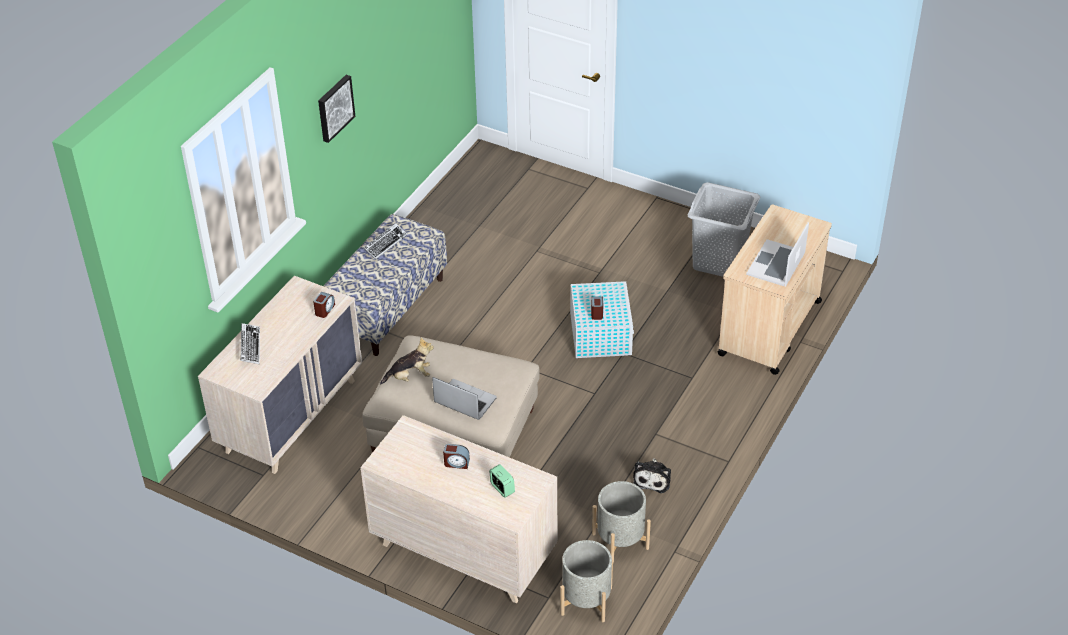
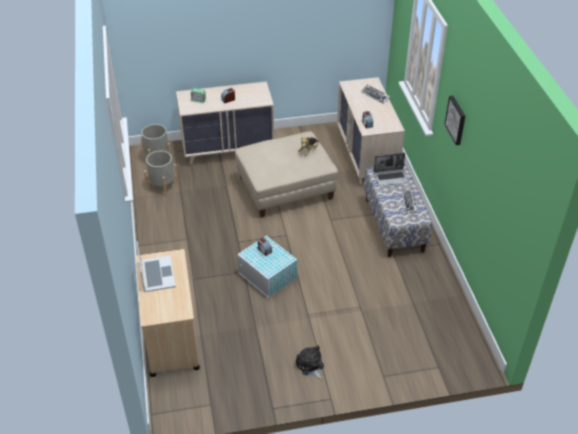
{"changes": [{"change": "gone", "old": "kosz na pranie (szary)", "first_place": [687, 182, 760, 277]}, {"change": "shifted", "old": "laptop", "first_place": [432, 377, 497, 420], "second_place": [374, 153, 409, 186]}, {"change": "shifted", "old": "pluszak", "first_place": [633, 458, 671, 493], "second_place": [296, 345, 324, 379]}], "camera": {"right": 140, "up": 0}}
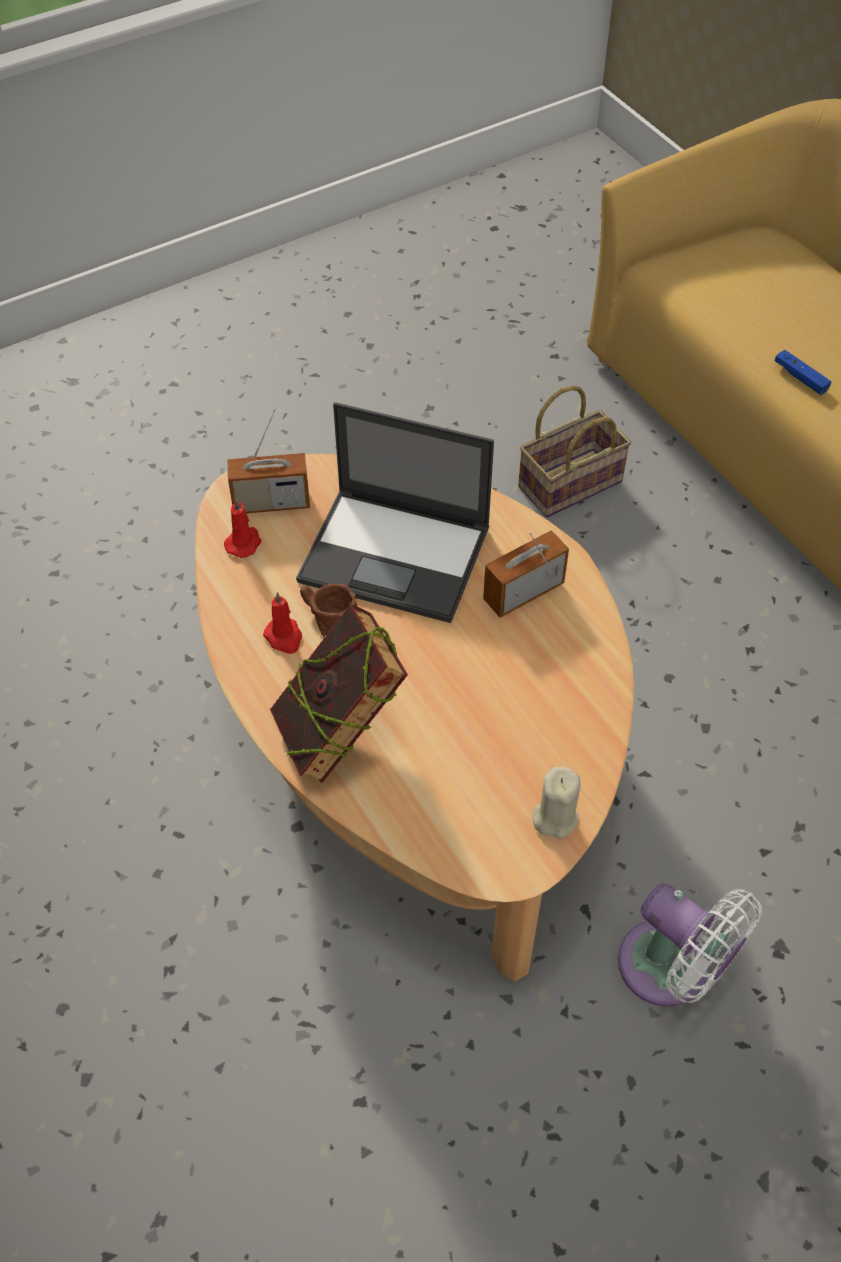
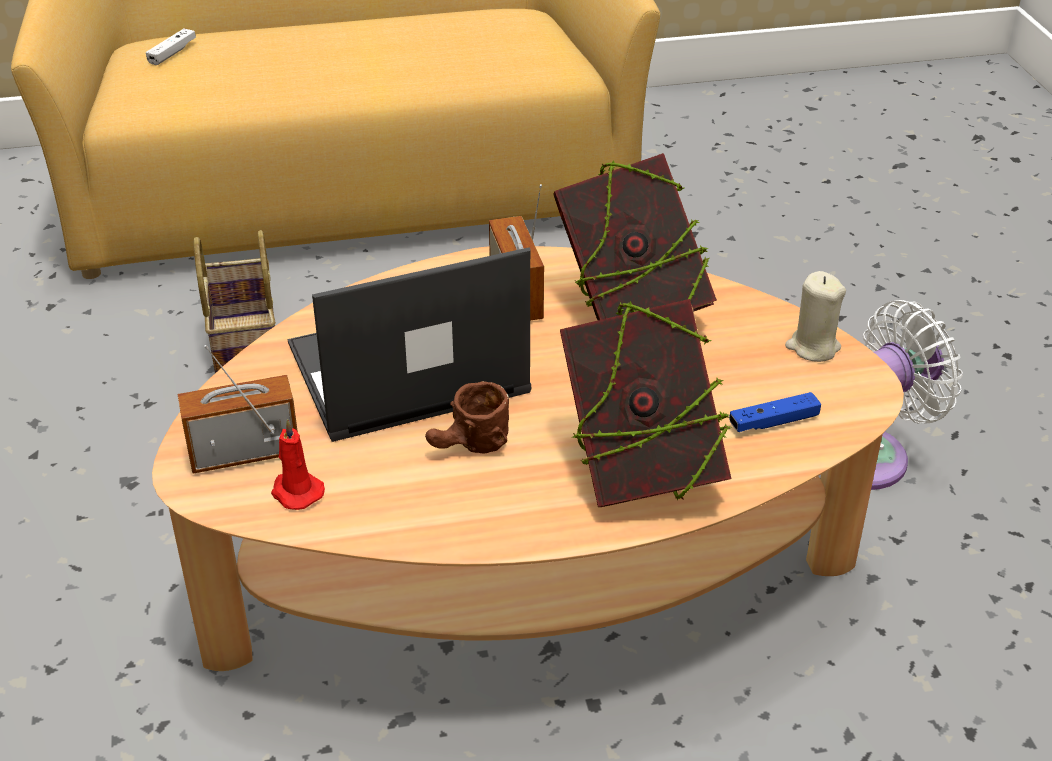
{"changes": [{"change": "gone", "old": "świeca (czerwony)", "first_place": [263, 592, 302, 654]}, {"change": "new", "new": "pad do gier (biały)", "second_place": [146, 29, 196, 65]}, {"change": "new", "new": "książka", "second_place": [554, 153, 717, 320]}, {"change": "shifted", "old": "pad do gier (niebieski)", "first_place": [775, 350, 832, 395], "second_place": [729, 392, 821, 432]}, {"change": "rotated", "old": "radio", "first_place": [227, 409, 310, 513], "second_place": [178, 345, 298, 474], "degrees": -120}, {"change": "rotated", "old": "laptop", "first_place": [296, 402, 494, 623], "second_place": [288, 247, 532, 442], "degrees": -150}], "camera": {"right": -70, "up": -15}}
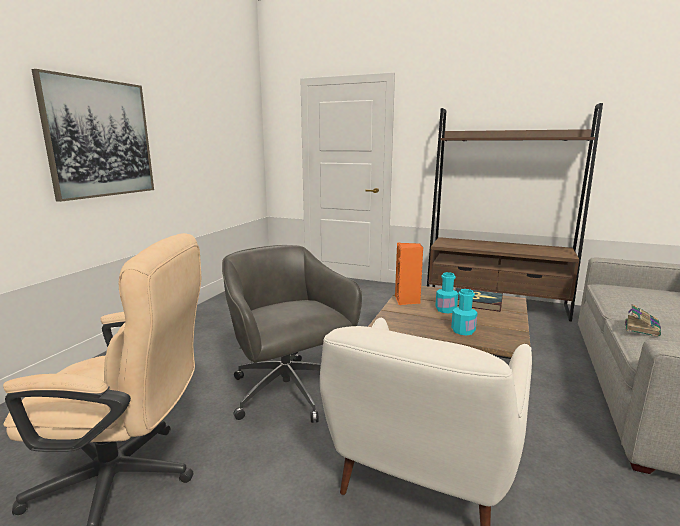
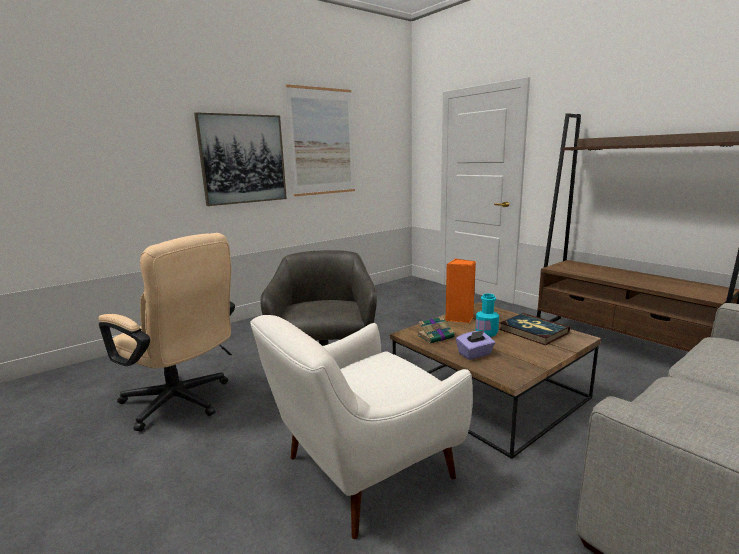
{"changes": [{"change": "new", "new": "obraz", "second_place": [286, 84, 355, 196]}, {"change": "shifted", "old": "książka", "first_place": [625, 304, 661, 337], "second_place": [417, 316, 455, 344]}, {"change": "swapped", "old": "butelka (turkusowy)", "new": "pudełko chusteczek (fioletowy)", "first_place": [451, 289, 477, 336], "second_place": [456, 330, 495, 360]}], "camera": {"right": 30, "up": 0}}
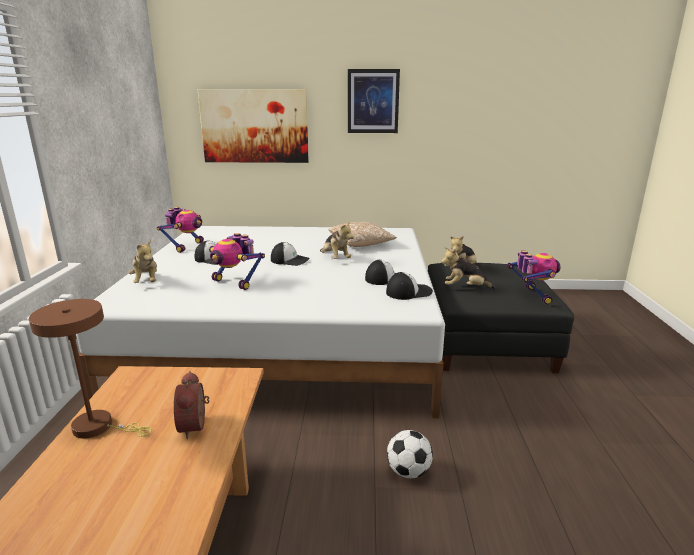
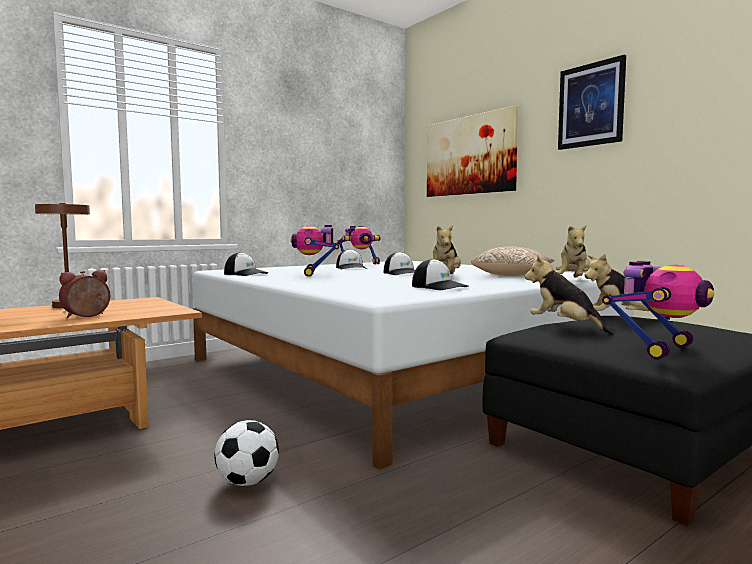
{"changes": [{"change": "shifted", "old": "pluszak", "first_place": [128, 240, 157, 283], "second_place": [556, 224, 590, 278]}, {"change": "shifted", "old": "czapka z daszkiem", "first_place": [386, 272, 433, 300], "second_place": [224, 252, 269, 276]}], "camera": {"right": 50, "up": -15}}
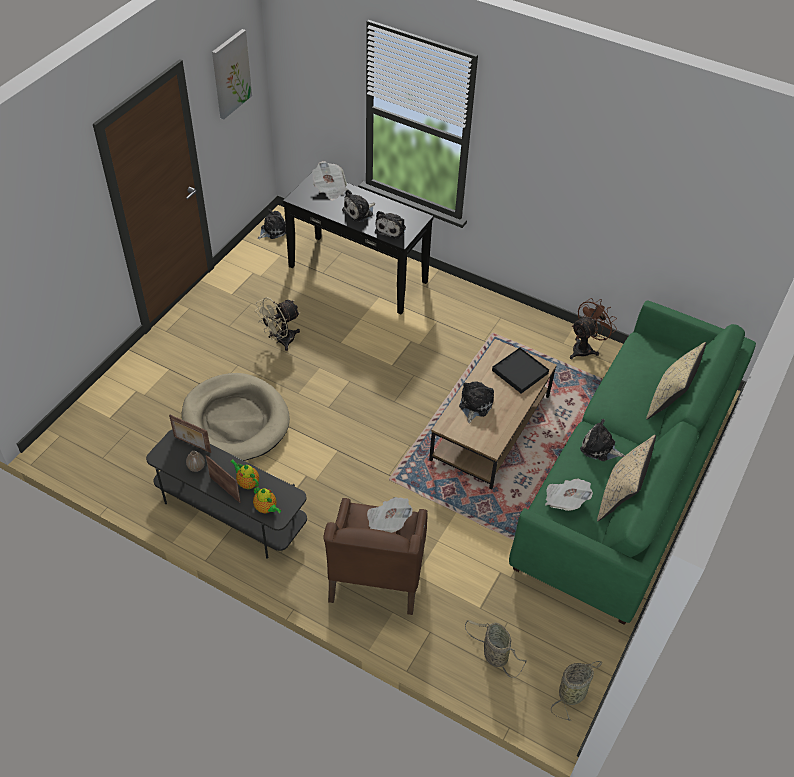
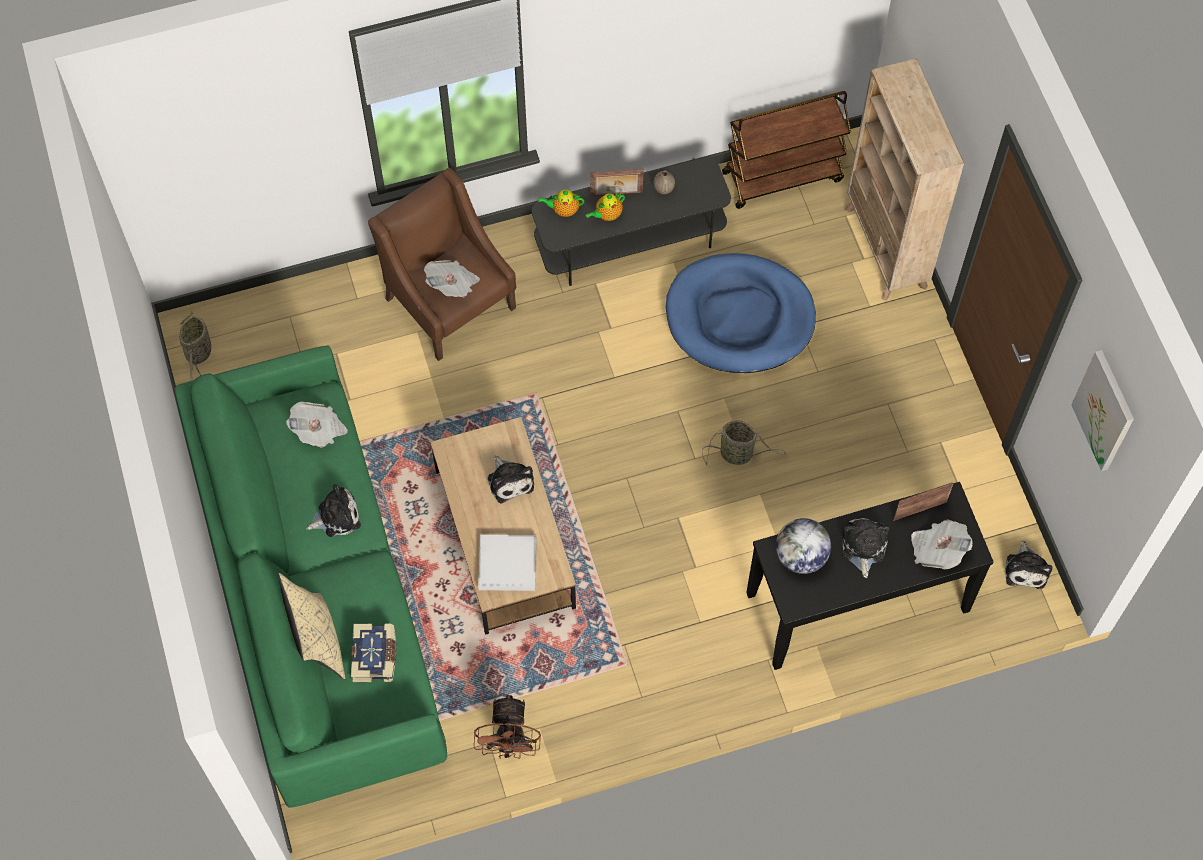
{"changes": [{"change": "gone", "old": "wentylator (beżowy)", "first_place": [255, 297, 300, 351]}, {"change": "gone", "old": "poduszka (beżowy)", "first_place": [597, 435, 656, 521]}, {"change": "new", "new": "książka", "second_place": [351, 624, 396, 682]}, {"change": "new", "new": "wózek (brązowy)", "second_place": [722, 91, 851, 209]}, {"change": "new", "new": "regał (beżowy)", "second_place": [844, 58, 964, 301]}, {"change": "shifted", "old": "ramka na zdjęcie", "first_place": [169, 414, 211, 453], "second_place": [893, 483, 953, 521]}, {"change": "shifted", "old": "koszyk", "first_place": [465, 620, 527, 678], "second_place": [702, 420, 786, 467]}, {"change": "swapped", "old": "pluszak", "new": "globus", "first_place": [375, 211, 406, 239], "second_place": [776, 518, 831, 574]}, {"change": "repainted", "old": "legowisko (beżowy)", "new": "legowisko (niebieski)", "first_place": [182, 373, 290, 461], "second_place": [666, 253, 816, 373]}, {"change": "repainted", "old": "taca (czarny)", "new": "taca (biały)", "first_place": [492, 348, 549, 394], "second_place": [478, 535, 537, 591]}, {"change": "rotated", "old": "imbryk", "first_place": [230, 459, 259, 489], "second_place": [586, 193, 625, 221], "degrees": 150}], "camera": {"right": 135, "up": 15}}
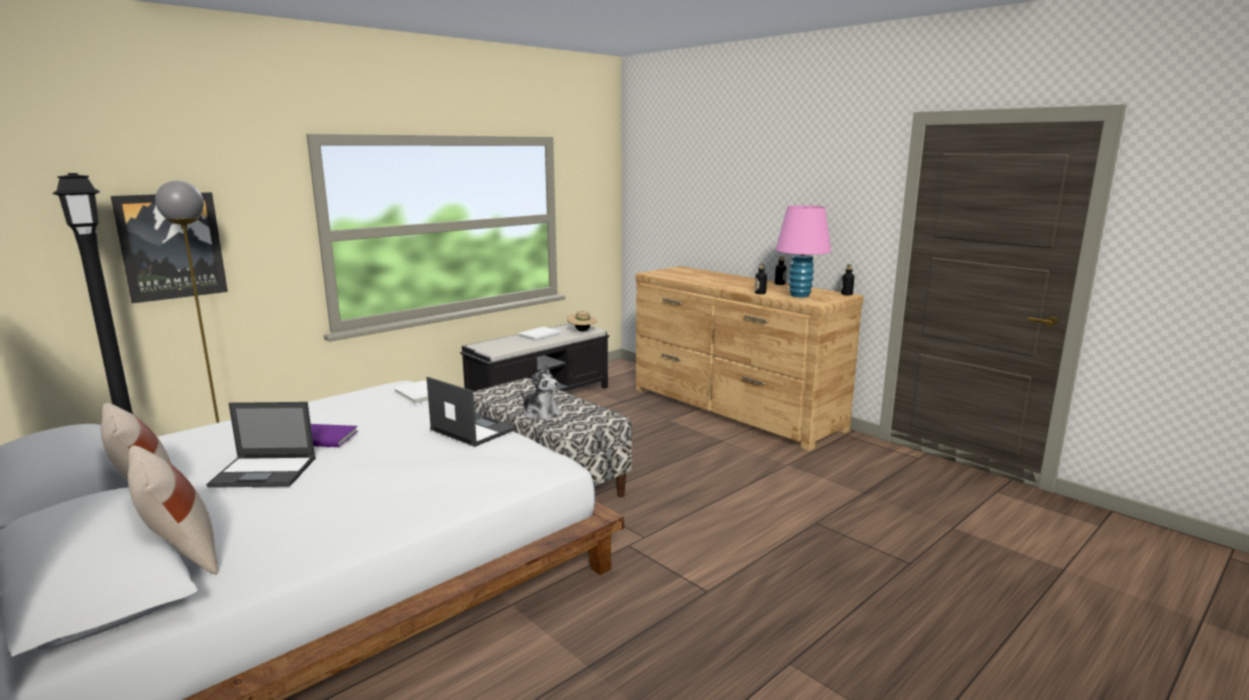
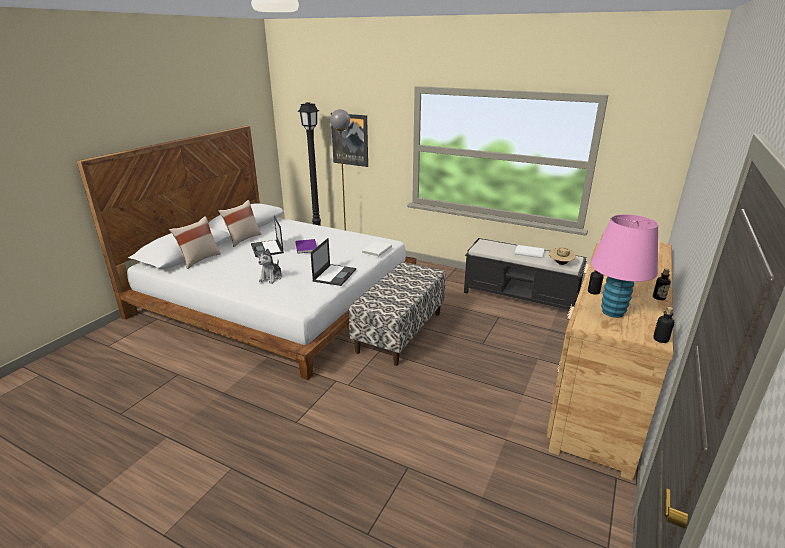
{"changes": [{"change": "shifted", "old": "pluszak", "first_place": [520, 364, 563, 421], "second_place": [257, 249, 282, 284]}], "camera": {"right": 70, "up": 10}}
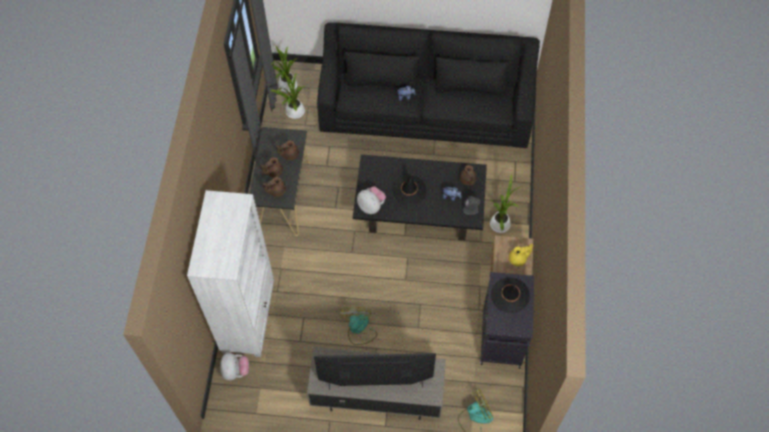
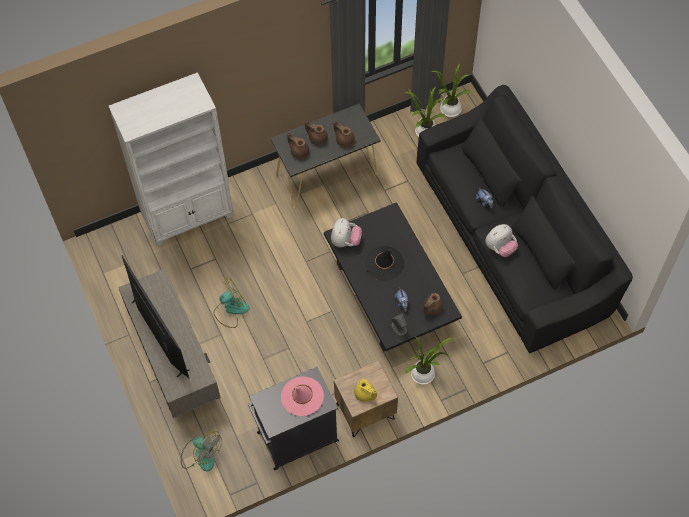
{"changes": [{"change": "shifted", "old": "pluszak", "first_place": [220, 352, 249, 380], "second_place": [485, 224, 518, 257]}, {"change": "repainted", "old": "kapelusz (czarny)", "new": "kapelusz (różowy)", "first_place": [491, 277, 530, 313], "second_place": [281, 376, 324, 416]}], "camera": {"right": 60, "up": 0}}
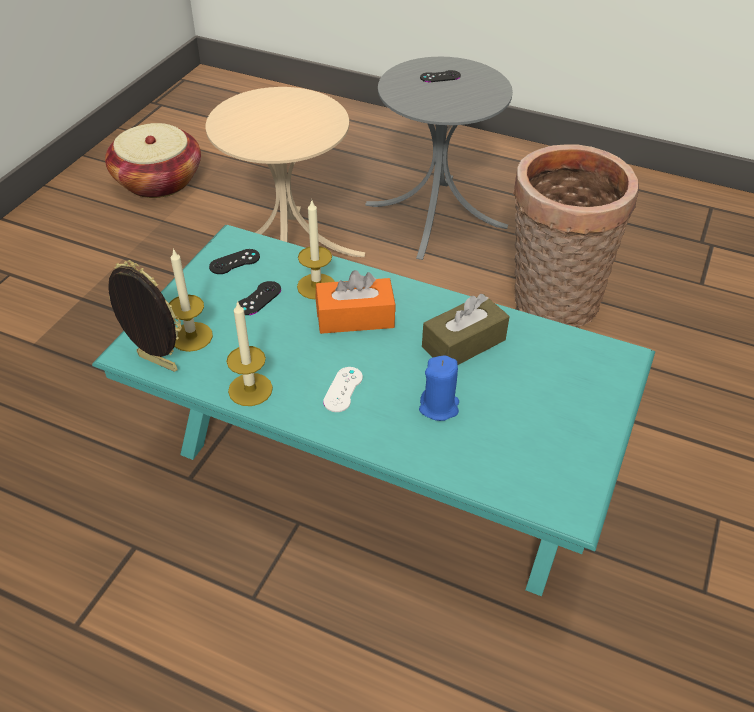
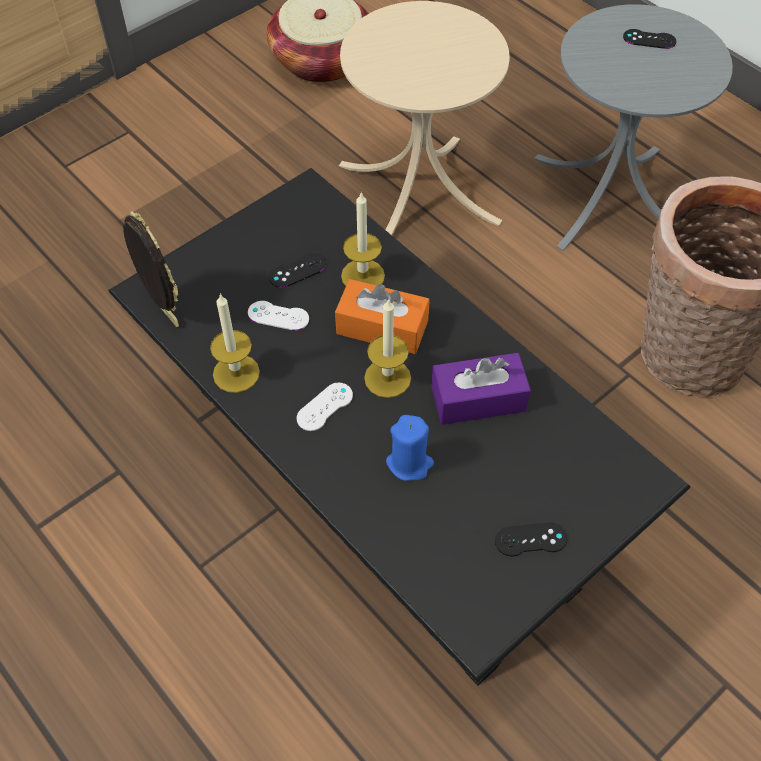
{"changes": [{"change": "new", "new": "pad do gier (biały)", "second_place": [248, 301, 309, 331]}, {"change": "shifted", "old": "świeca", "first_place": [169, 248, 213, 352], "second_place": [364, 298, 411, 398]}, {"change": "shifted", "old": "pad do gier (czarny)", "first_place": [209, 249, 260, 274], "second_place": [495, 523, 567, 556]}, {"change": "repainted", "old": "ława (turkusowy)", "new": "ława (czarny)", "first_place": [92, 225, 655, 597], "second_place": [108, 168, 690, 686]}, {"change": "repainted", "old": "pudełko chusteczek (brązowy)", "new": "pudełko chusteczek (fioletowy)", "first_place": [422, 294, 510, 365], "second_place": [431, 353, 531, 425]}], "camera": {"right": 25, "up": 10}}
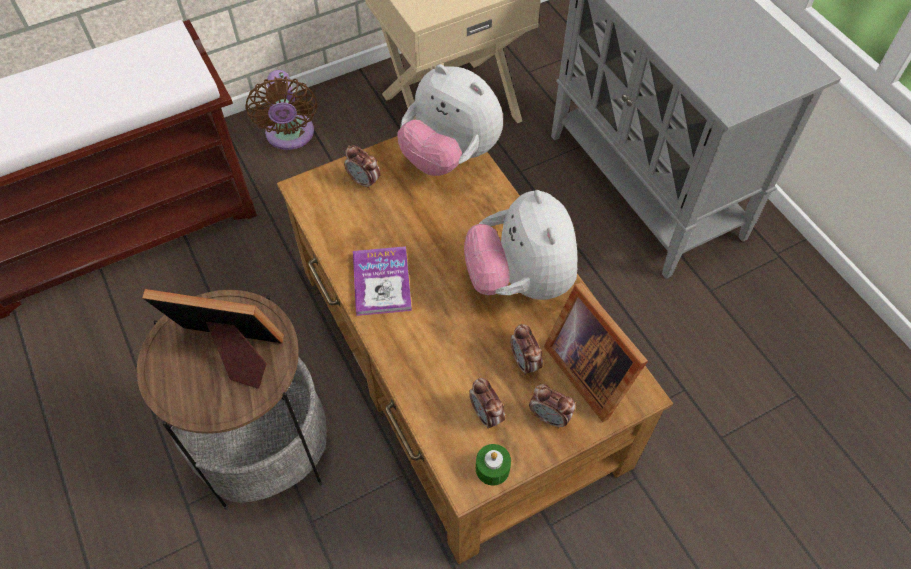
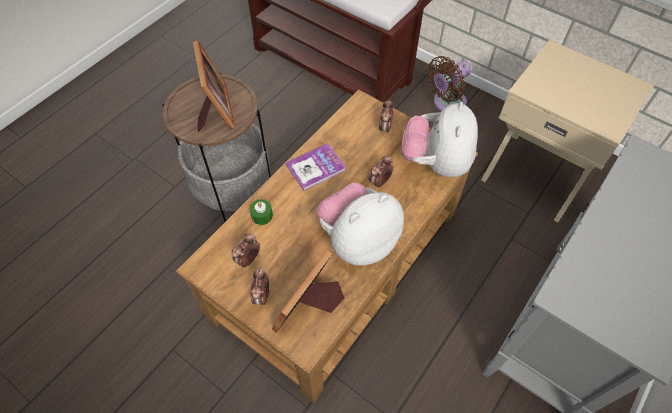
{"changes": [{"change": "shifted", "old": "świeca (zielony)", "first_place": [476, 444, 511, 486], "second_place": [250, 199, 273, 225]}, {"change": "shifted", "old": "budzik", "first_place": [511, 324, 543, 375], "second_place": [369, 156, 394, 189]}], "camera": {"right": 65, "up": 0}}
